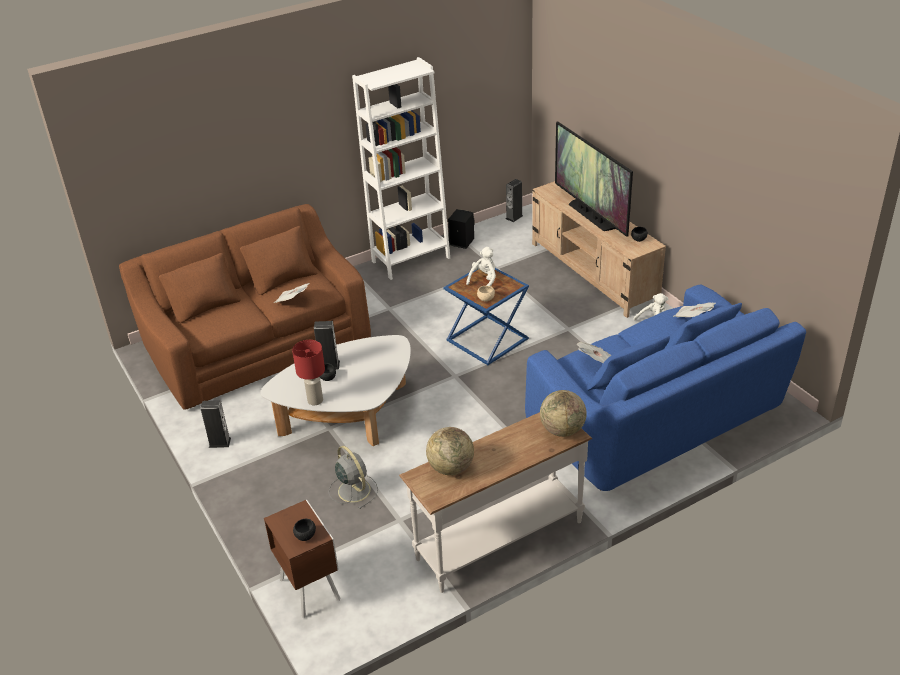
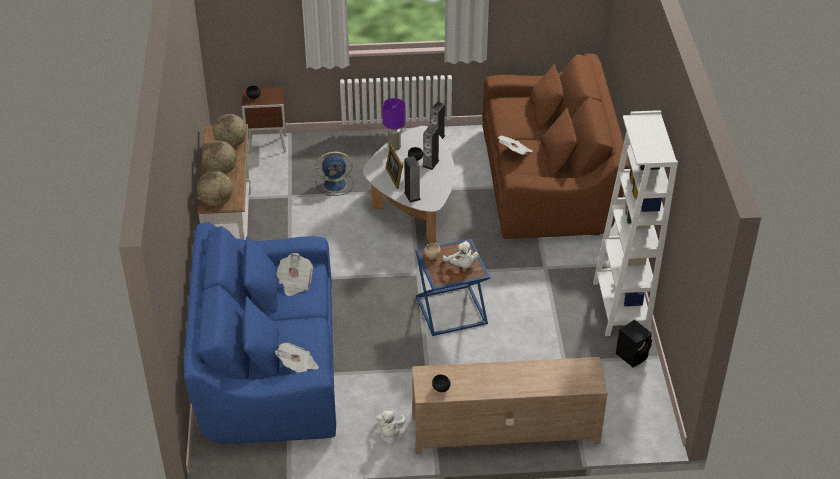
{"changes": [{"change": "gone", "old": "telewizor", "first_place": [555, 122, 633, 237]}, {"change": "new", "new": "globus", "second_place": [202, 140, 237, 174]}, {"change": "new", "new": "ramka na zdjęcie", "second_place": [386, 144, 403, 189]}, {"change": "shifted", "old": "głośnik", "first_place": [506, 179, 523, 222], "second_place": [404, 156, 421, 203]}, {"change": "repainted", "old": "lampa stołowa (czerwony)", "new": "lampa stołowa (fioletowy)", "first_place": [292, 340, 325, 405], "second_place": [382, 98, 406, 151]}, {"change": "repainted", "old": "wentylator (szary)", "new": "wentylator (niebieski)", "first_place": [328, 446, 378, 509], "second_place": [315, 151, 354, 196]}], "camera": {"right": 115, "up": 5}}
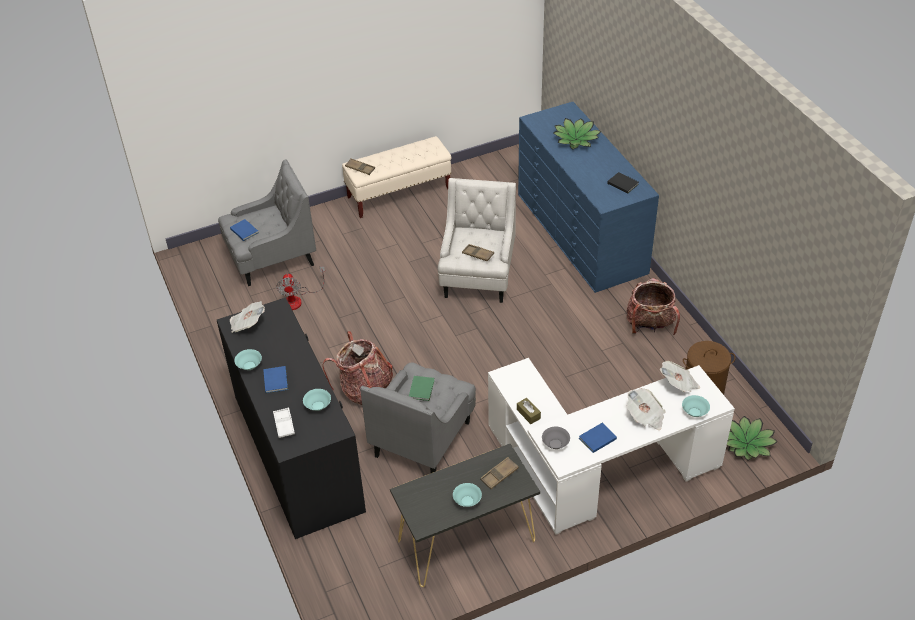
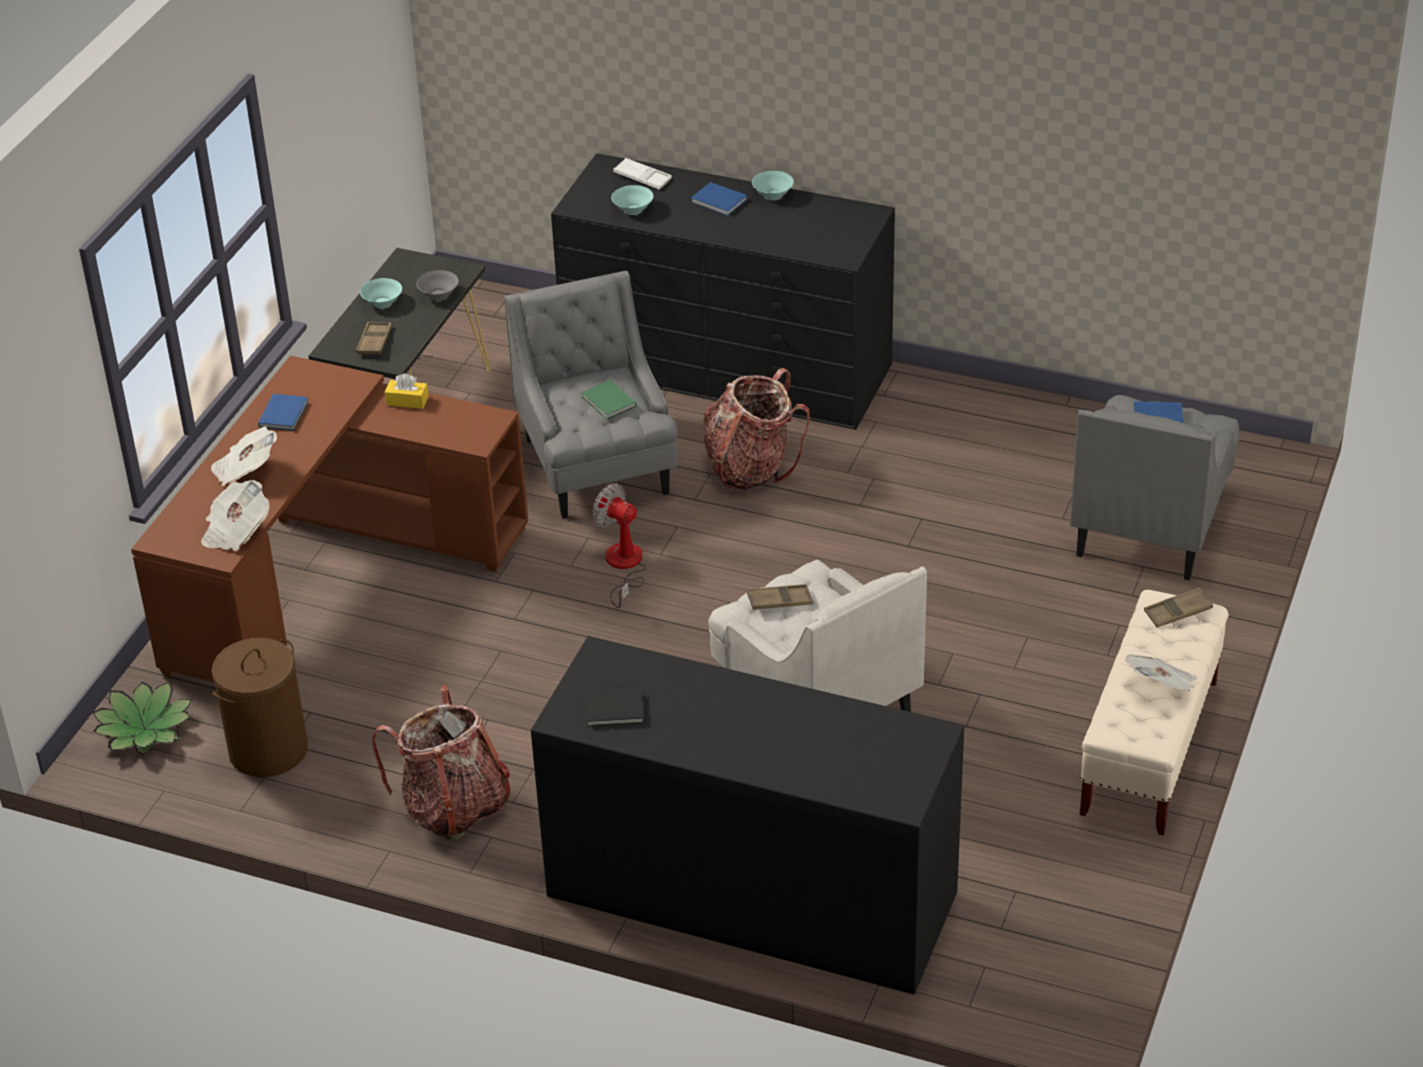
{"changes": [{"change": "gone", "old": "roślina doniczkowa", "first_place": [553, 118, 601, 149]}, {"change": "gone", "old": "miska (turkusowy)", "first_place": [682, 395, 710, 417]}, {"change": "shifted", "old": "gazeta", "first_place": [230, 301, 265, 333], "second_place": [1125, 654, 1198, 691]}, {"change": "shifted", "old": "wentylator", "first_place": [276, 266, 325, 310], "second_place": [593, 484, 646, 608]}, {"change": "shifted", "old": "miska (szary)", "first_place": [542, 427, 570, 449], "second_place": [416, 270, 459, 300]}, {"change": "repainted", "old": "biurko (biały)", "new": "biurko (brązowy)", "first_place": [488, 358, 735, 535], "second_place": [131, 356, 528, 682]}, {"change": "repainted", "old": "pudełko chusteczek (brązowy)", "new": "pudełko chusteczek (żółty)", "first_place": [517, 398, 541, 424], "second_place": [385, 373, 429, 409]}, {"change": "repainted", "old": "komoda (niebieski)", "new": "komoda (czarny)", "first_place": [518, 102, 659, 293], "second_place": [531, 636, 964, 995]}], "camera": {"right": 135, "up": -5}}
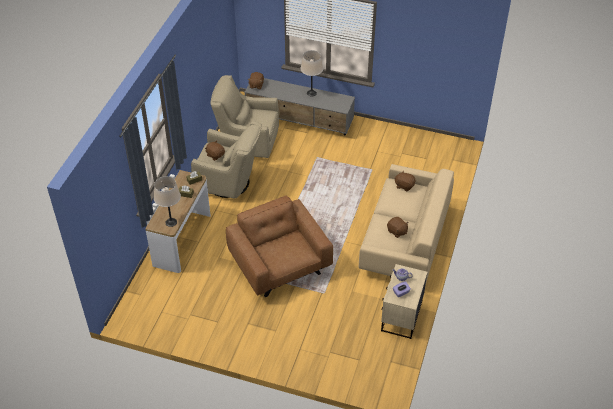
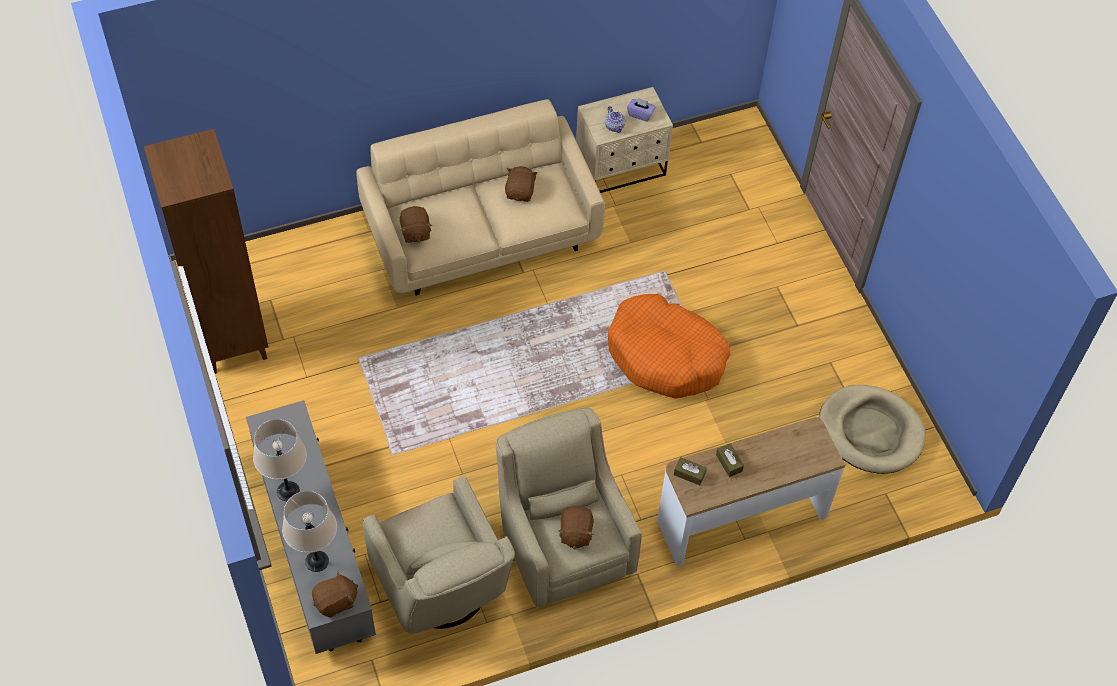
{"changes": [{"change": "new", "new": "regał (brązowy)", "second_place": [144, 129, 268, 374]}, {"change": "new", "new": "legowisko (beżowy)", "second_place": [819, 385, 926, 474]}, {"change": "shifted", "old": "lampa stołowa (beżowy)", "first_place": [154, 176, 181, 227], "second_place": [282, 491, 337, 572]}, {"change": "swapped", "old": "fotel (brązowy)", "new": "legowisko (pomarańczowy)", "first_place": [226, 196, 333, 297], "second_place": [608, 294, 730, 399]}], "camera": {"right": -130, "up": 10}}
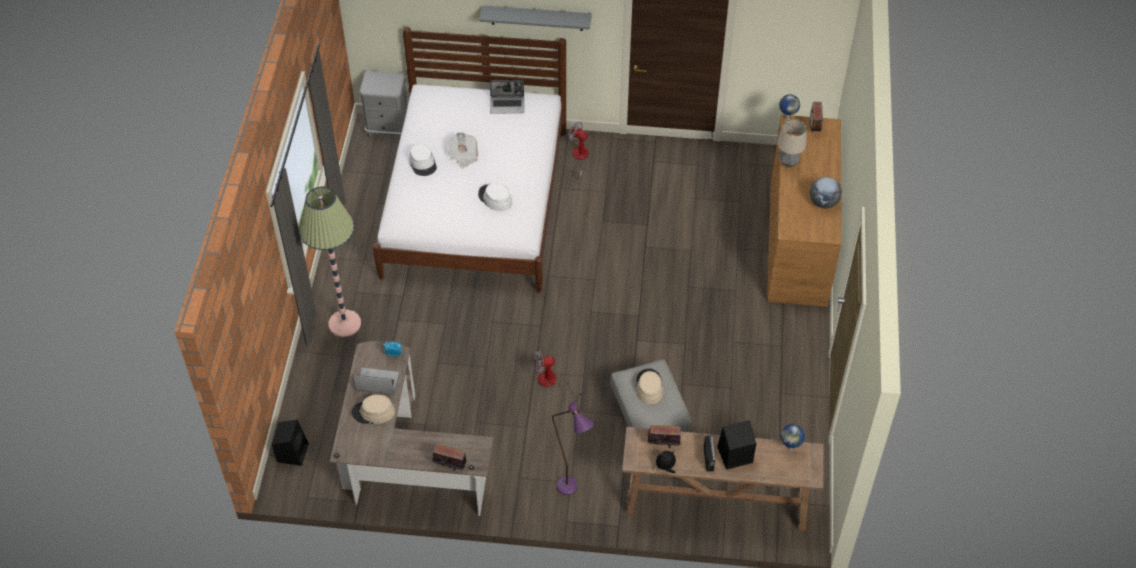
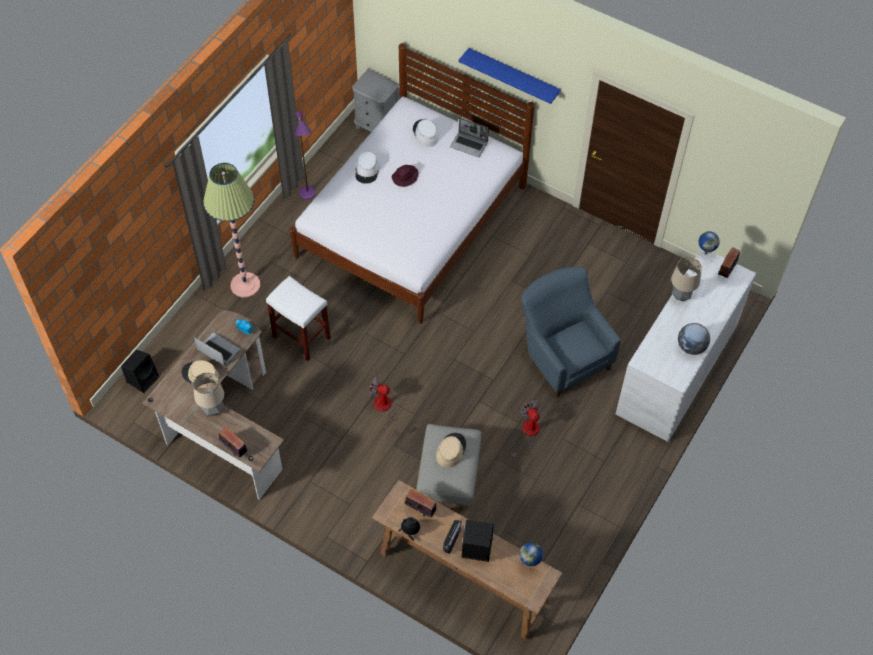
{"changes": [{"change": "new", "new": "lampa stołowa", "second_place": [193, 372, 224, 416]}, {"change": "new", "new": "stołek (biały)", "second_place": [266, 276, 331, 361]}, {"change": "new", "new": "fotel (niebieski)", "second_place": [521, 267, 621, 397]}, {"change": "shifted", "old": "kapelusz (biały)", "first_place": [478, 183, 512, 211], "second_place": [413, 119, 439, 147]}, {"change": "shifted", "old": "lampa stojąca (fioletowy)", "first_place": [552, 401, 594, 495], "second_place": [295, 111, 316, 200]}, {"change": "shifted", "old": "wentylator", "first_place": [568, 122, 590, 180], "second_place": [512, 400, 540, 457]}, {"change": "swapped", "old": "gazeta", "new": "kapelusz (fioletowy)", "first_place": [448, 132, 478, 168], "second_place": [392, 165, 419, 187]}, {"change": "repainted", "old": "półka (szary)", "new": "półka (niebieski)", "first_place": [480, 6, 592, 31], "second_place": [458, 48, 561, 104]}, {"change": "repainted", "old": "komoda (brązowy)", "new": "komoda (biały)", "first_place": [767, 115, 842, 307], "second_place": [615, 249, 756, 442]}], "camera": {"right": 25, "up": 5}}
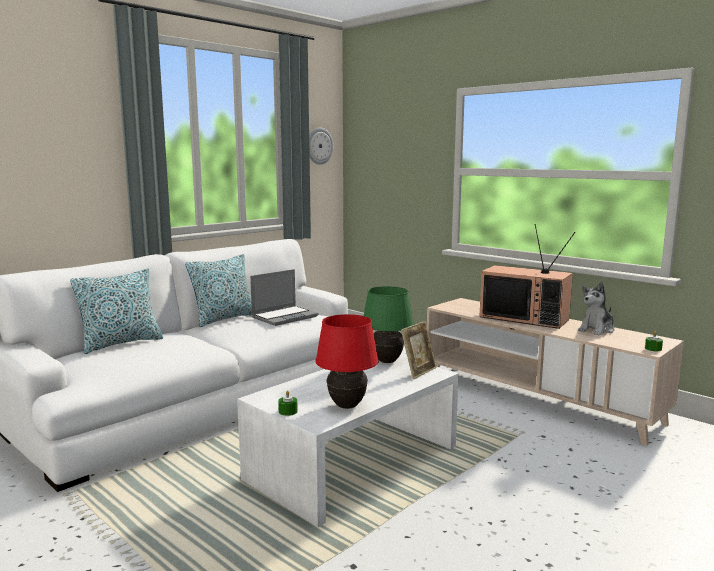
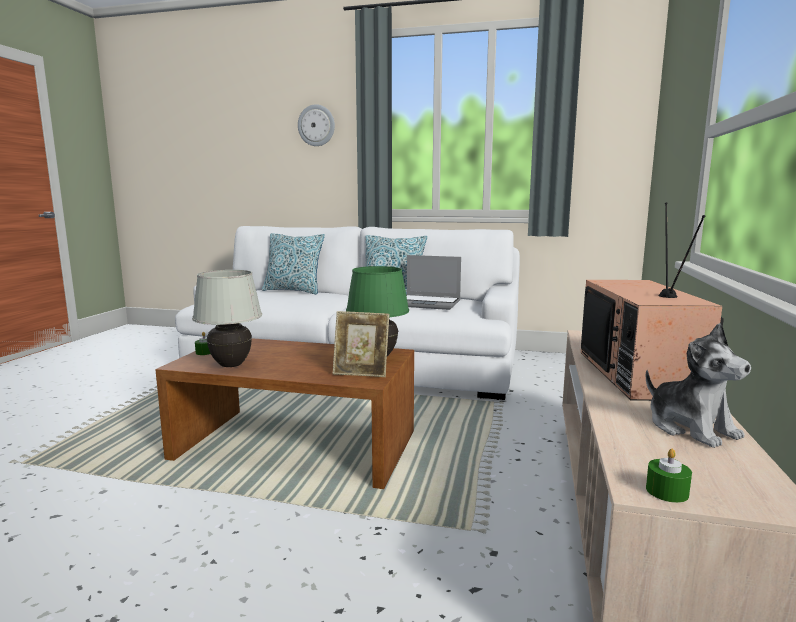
{"changes": [{"change": "shifted", "old": "zegar ścienny", "first_place": [309, 128, 333, 165], "second_place": [298, 104, 335, 146]}, {"change": "repainted", "old": "ława (biały)", "new": "ława (brązowy)", "first_place": [237, 356, 459, 527], "second_place": [155, 338, 414, 489]}, {"change": "repainted", "old": "lampa stołowa (czerwony)", "new": "lampa stołowa (biały)", "first_place": [315, 314, 379, 409], "second_place": [192, 270, 262, 367]}, {"change": "rotated", "old": "pluszak", "first_place": [578, 282, 615, 336], "second_place": [646, 323, 751, 448], "degrees": -135}], "camera": {"right": 60, "up": 0}}
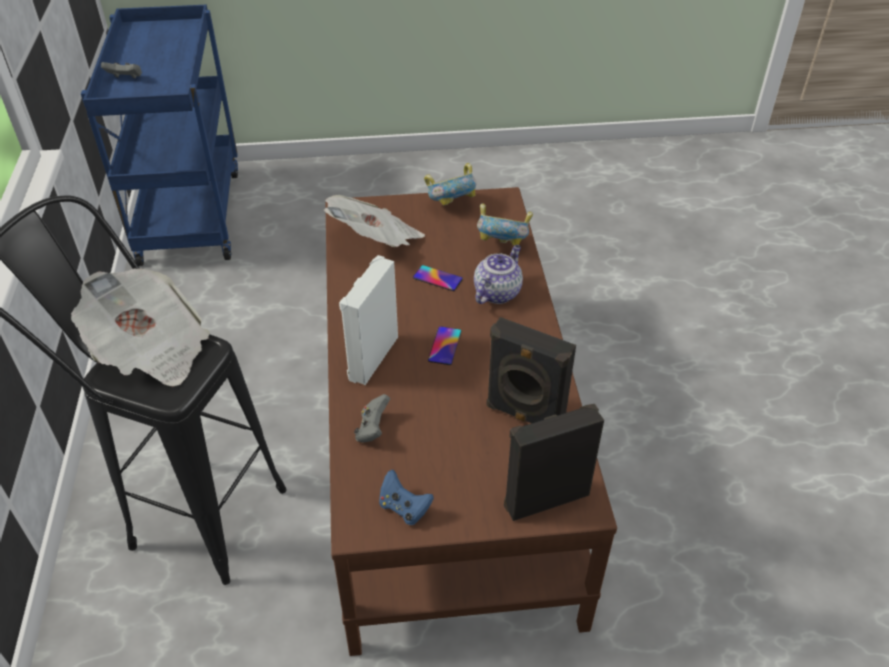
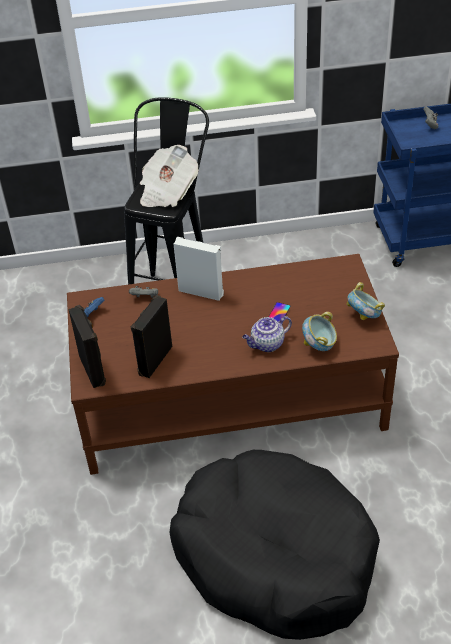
{"changes": [{"change": "gone", "old": "gazeta", "first_place": [324, 195, 425, 247]}, {"change": "gone", "old": "telefon", "first_place": [428, 326, 461, 365]}, {"change": "new", "new": "legowisko (czarny)", "second_place": [169, 450, 380, 640]}, {"change": "rotated", "old": "imbryk", "first_place": [474, 245, 523, 304], "second_place": [242, 316, 292, 352], "degrees": 120}], "camera": {"right": 90, "up": 0}}
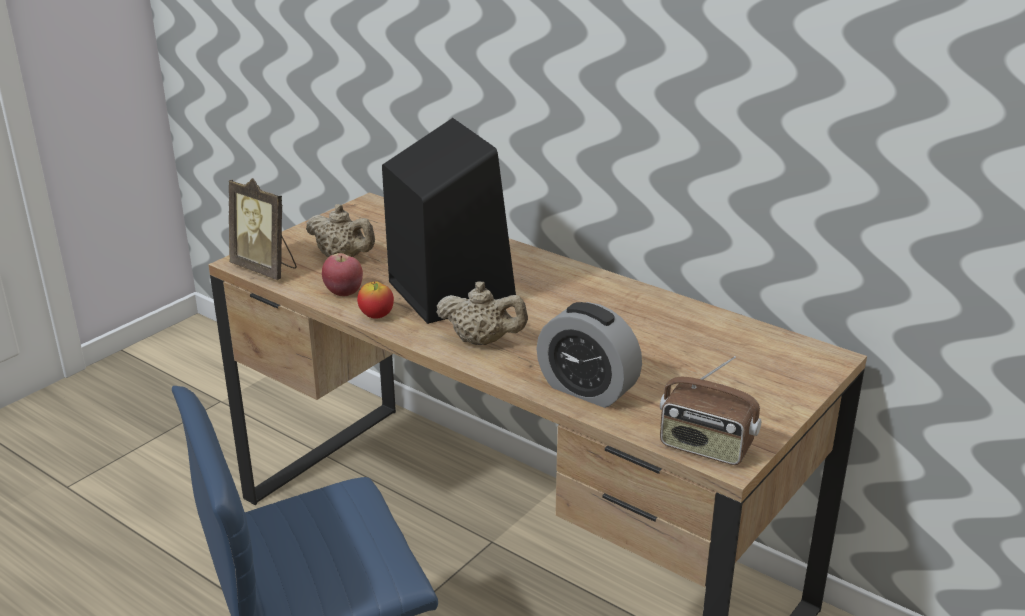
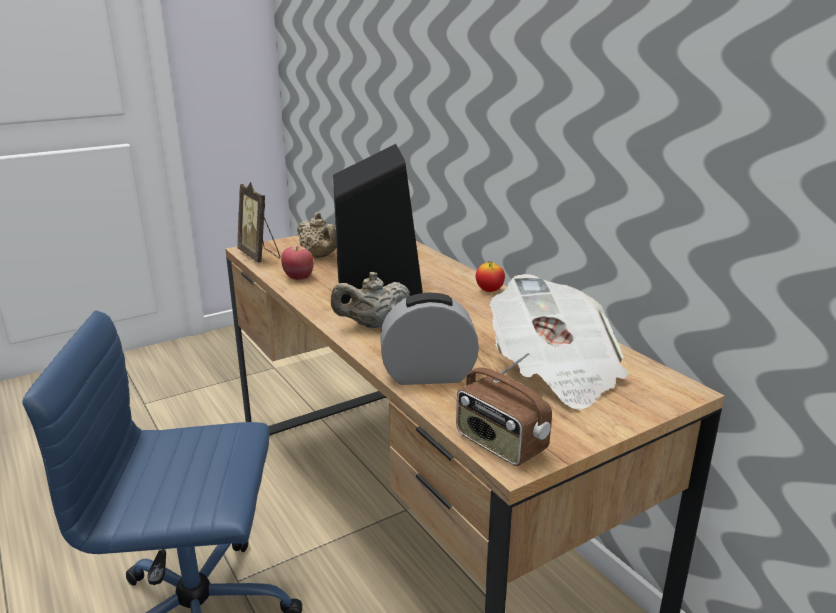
{"changes": [{"change": "new", "new": "gazeta", "second_place": [490, 274, 629, 410]}, {"change": "shifted", "old": "jabłko", "first_place": [357, 281, 394, 319], "second_place": [476, 261, 505, 292]}, {"change": "rotated", "old": "imbryk (beżowy)", "first_place": [436, 281, 528, 345], "second_place": [331, 272, 410, 328], "degrees": 120}, {"change": "rotated", "old": "budzik", "first_place": [536, 302, 642, 408], "second_place": [380, 292, 479, 385], "degrees": 120}], "camera": {"right": 20, "up": -5}}
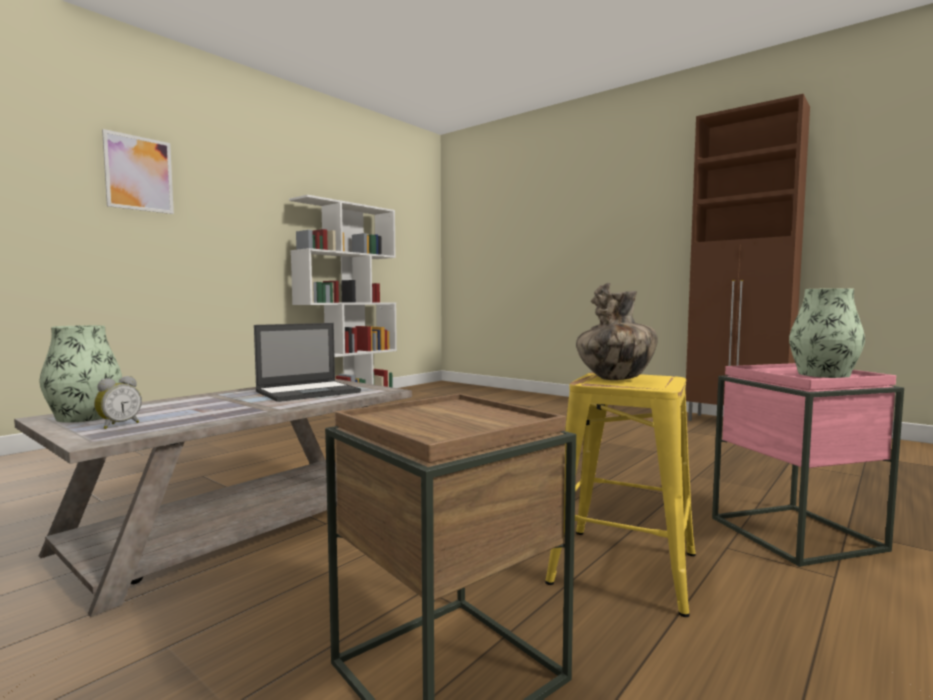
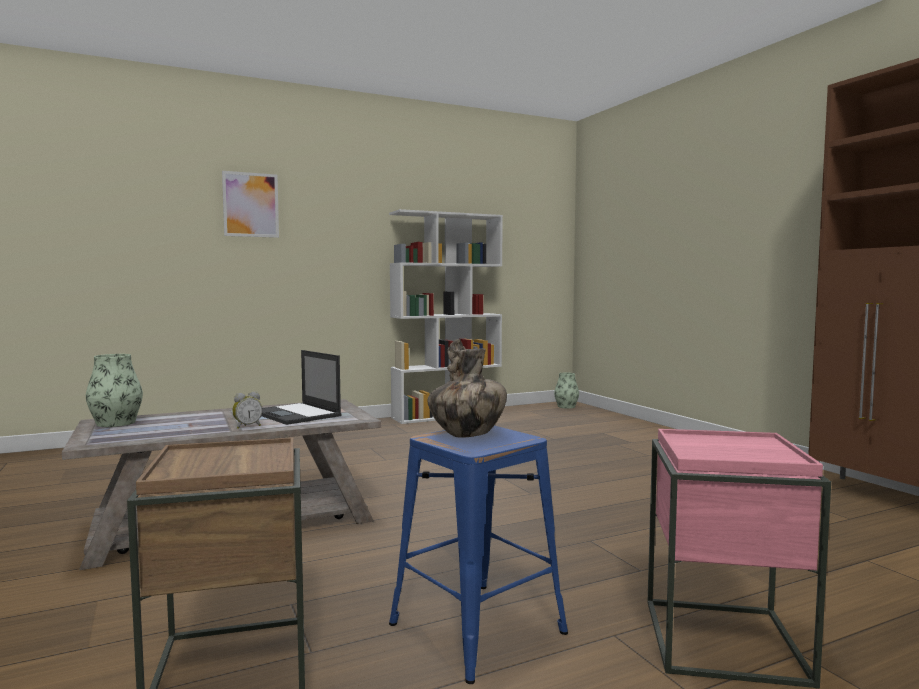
{"changes": [{"change": "shifted", "old": "budzik", "first_place": [94, 376, 142, 429], "second_place": [232, 392, 263, 429]}, {"change": "shifted", "old": "wazon", "first_place": [789, 288, 865, 378], "second_place": [554, 372, 579, 409]}, {"change": "repainted", "old": "stołek (żółty)", "new": "stołek (niebieski)", "first_place": [545, 372, 696, 617], "second_place": [389, 426, 568, 684]}, {"change": "rotated", "old": "laptop", "first_place": [254, 323, 361, 402], "second_place": [261, 350, 342, 425], "degrees": 60}], "camera": {"right": 25, "up": 0}}
